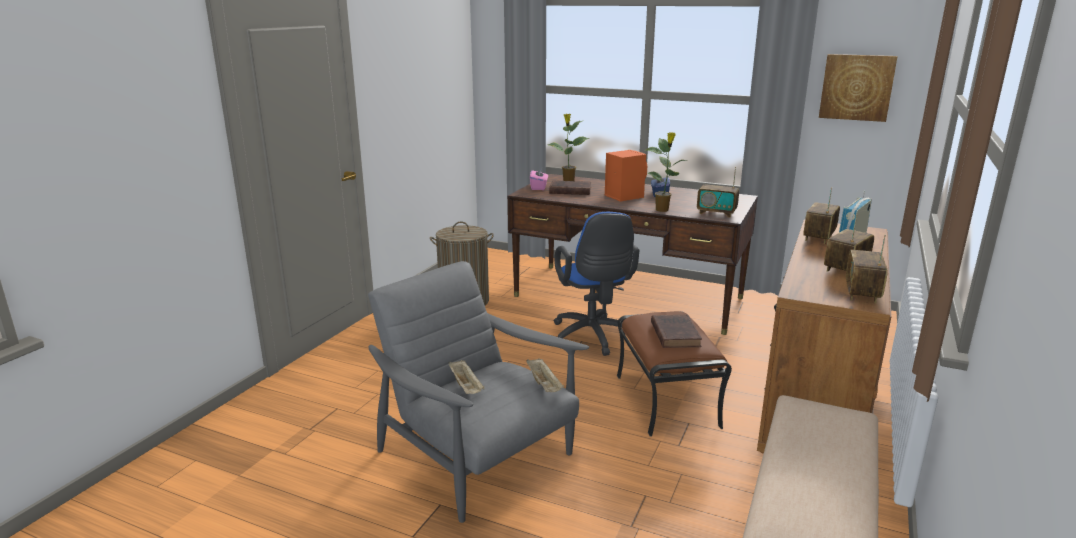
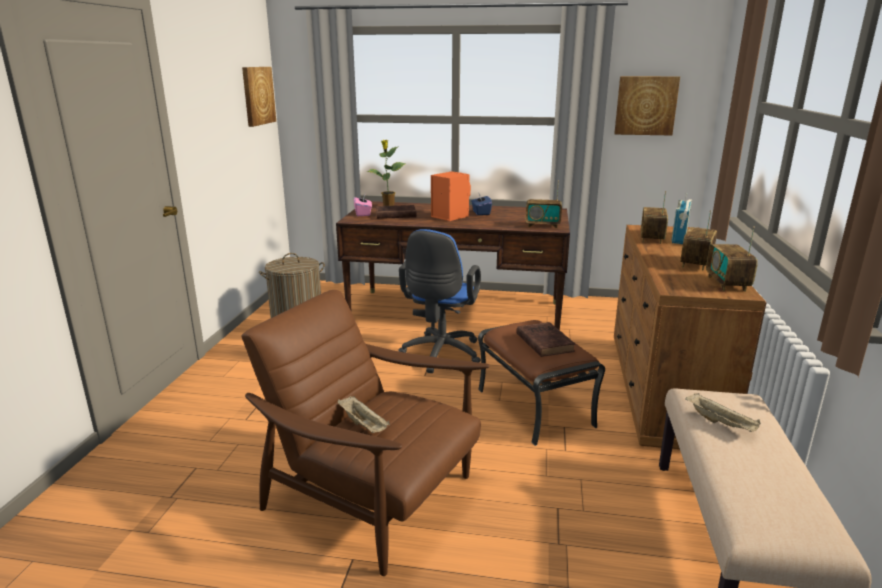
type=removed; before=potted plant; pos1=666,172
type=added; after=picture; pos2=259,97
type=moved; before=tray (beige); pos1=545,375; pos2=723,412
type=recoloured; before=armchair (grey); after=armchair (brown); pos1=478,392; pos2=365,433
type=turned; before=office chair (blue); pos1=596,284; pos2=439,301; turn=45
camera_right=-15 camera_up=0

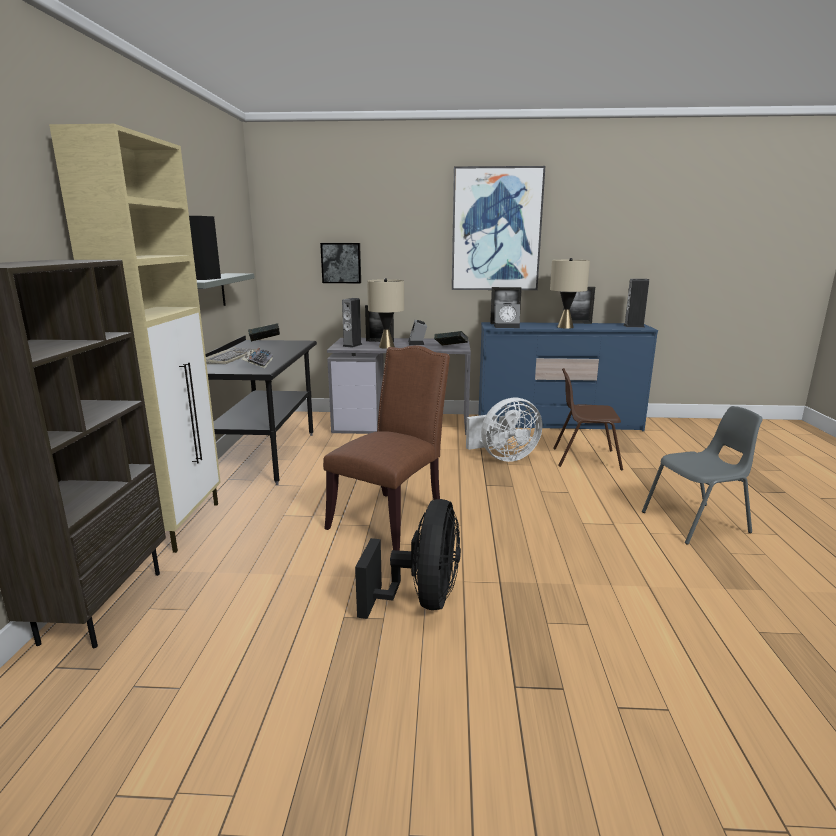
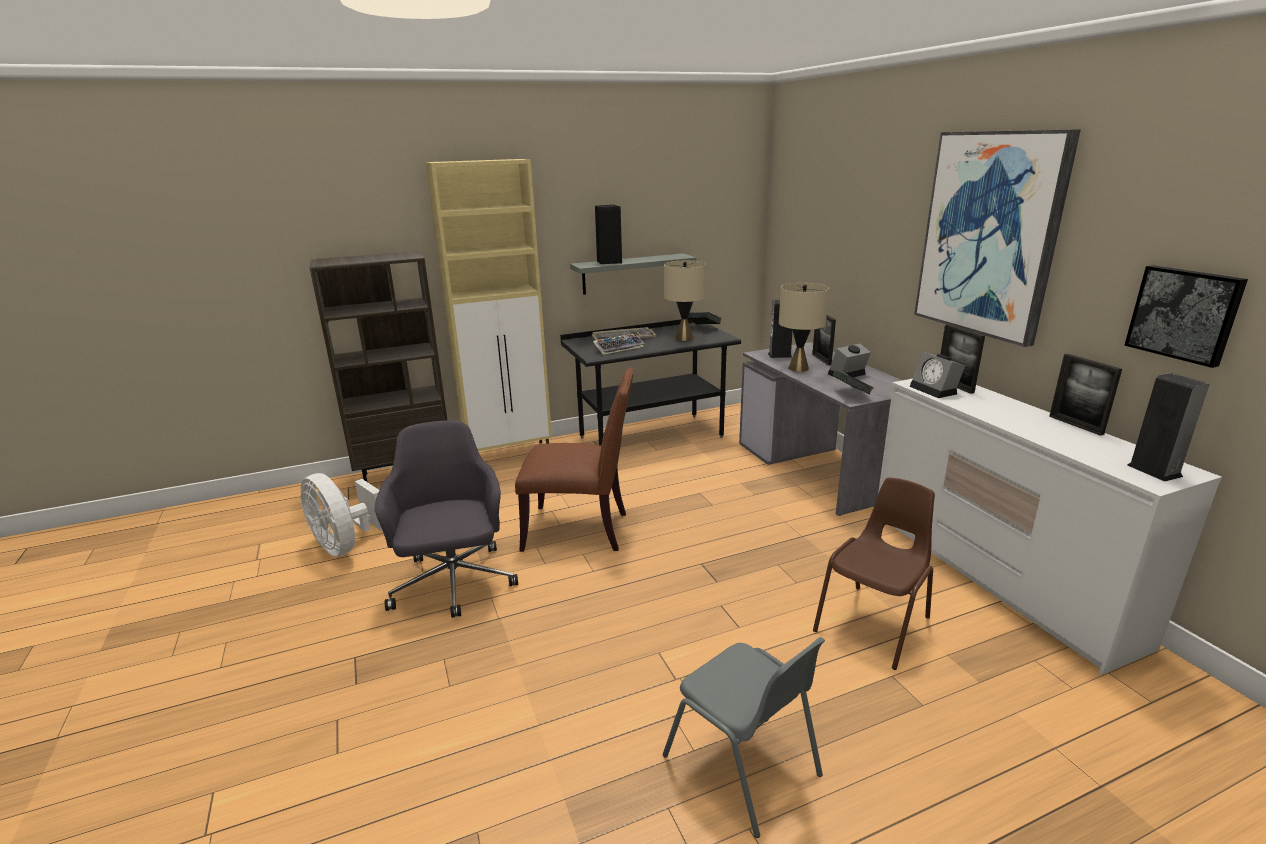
type=moved; before=picture; pos1=340,263; pos2=1186,316
type=moved; before=fan (white); pos1=504,430; pos2=342,515
type=moved; before=table lamp (beige); pos1=570,293; pos2=685,301
type=replaced; before=fan (black); after=office chair (grey); pos1=408,559; pos2=446,519
type=recoloured; before=dresser (blue); after=dresser (white); pos1=568,377; pos2=1050,527
type=turned; before=chair (brown); pos1=588,419; pos2=874,573; turn=60
camera_right=65 camera_up=5

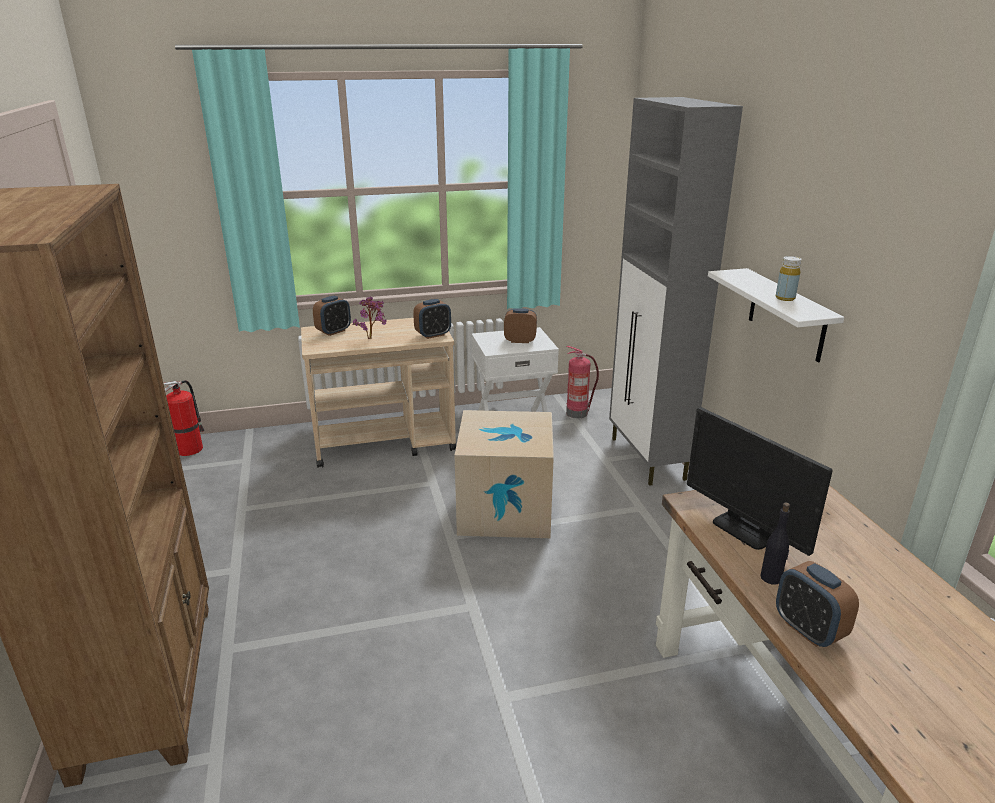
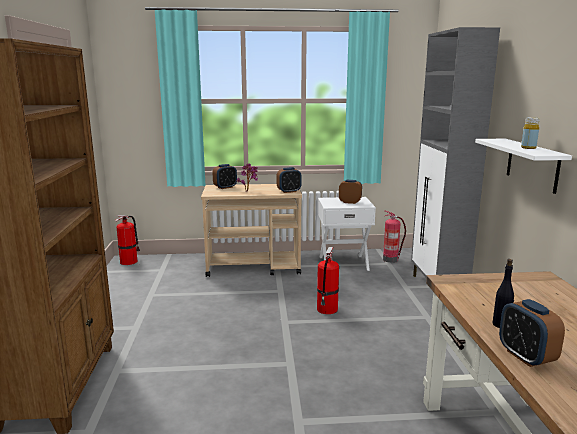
type=removed; before=monitor; pos1=760,481
type=replaced; before=cardboard box; after=fire extinguisher; pos1=504,474; pos2=328,280
camera_right=10 camera_up=-10

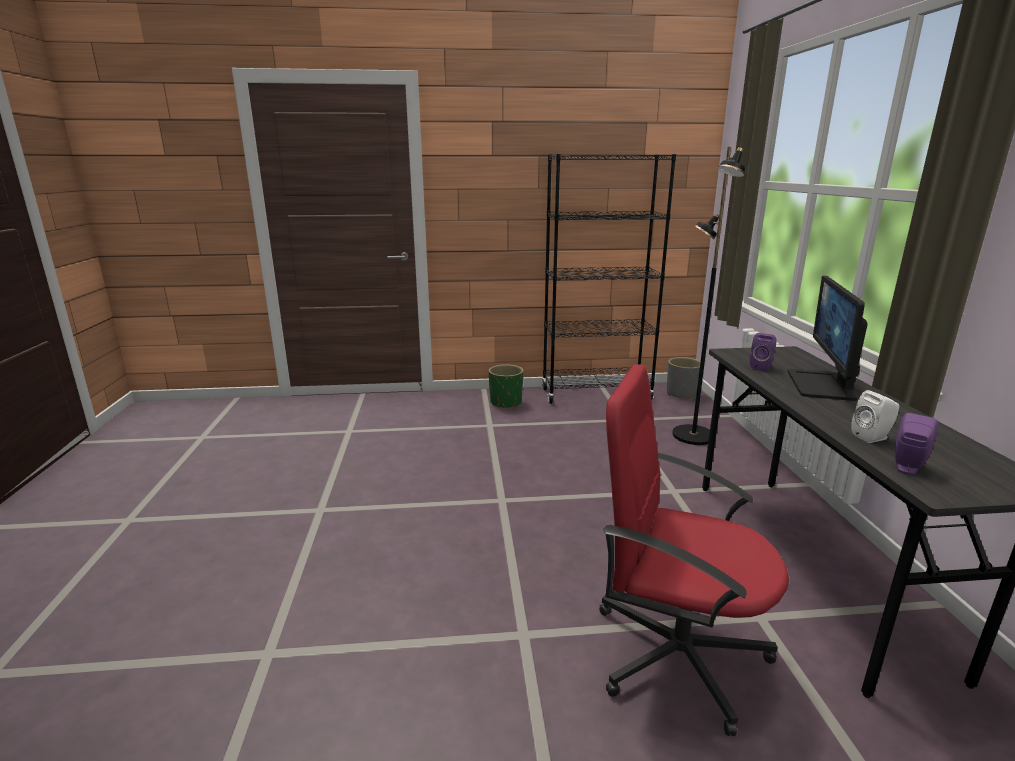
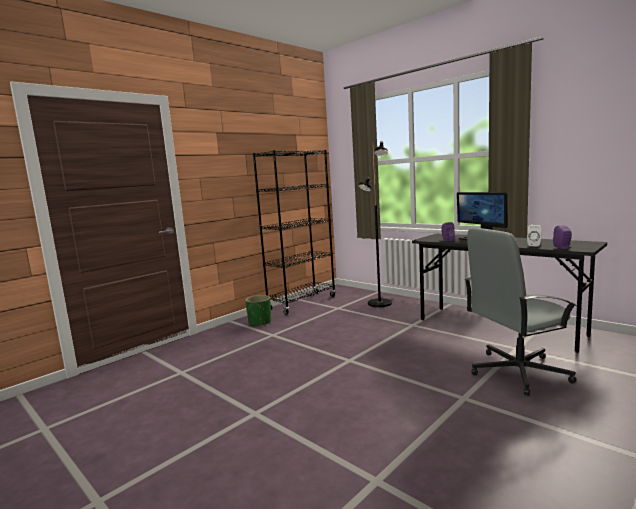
type=removed; before=planter (grey); pos1=684,378
type=recoloured; before=office chair (red); after=office chair (grey); pos1=694,550; pos2=521,312
camera_right=-40 camera_up=-10

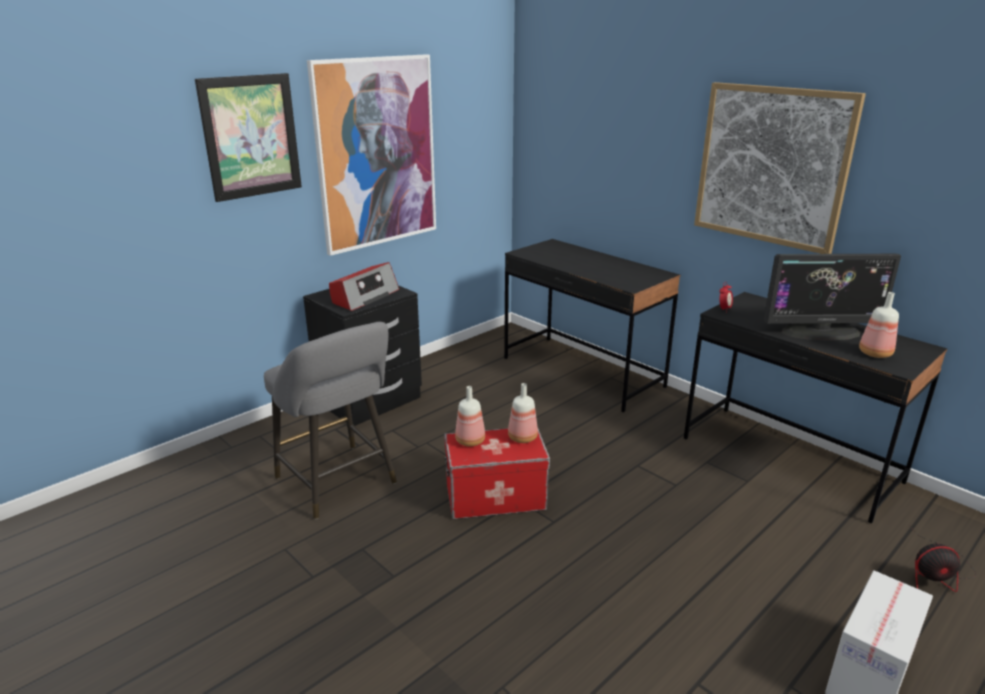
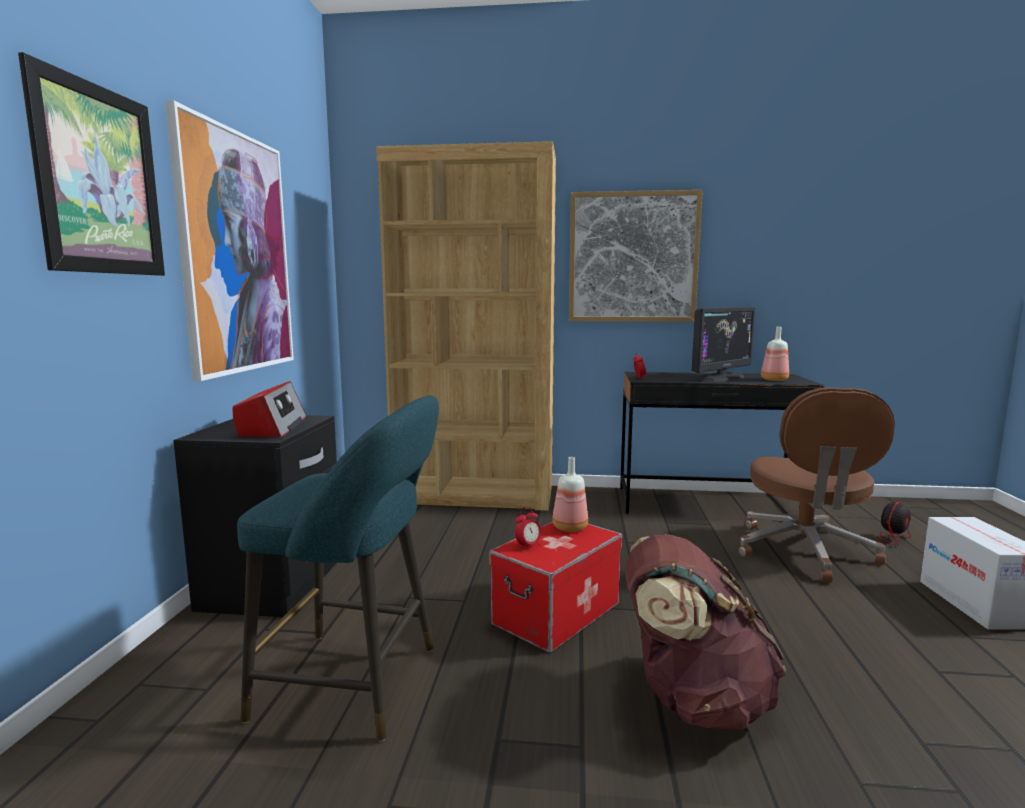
type=added; after=backpack (brown); pos2=705,632
type=added; after=office chair (brown); pos2=817,485
type=replaced; before=bottle; after=alarm clock; pos1=470,416; pos2=528,528
type=replaced; before=desk (black); after=bookcase (brown); pos1=592,325; pos2=466,326
type=recoloured; before=stool (grey); after=stool (turquoise); pos1=330,420; pos2=338,568
camera_right=-40 camera_up=-15

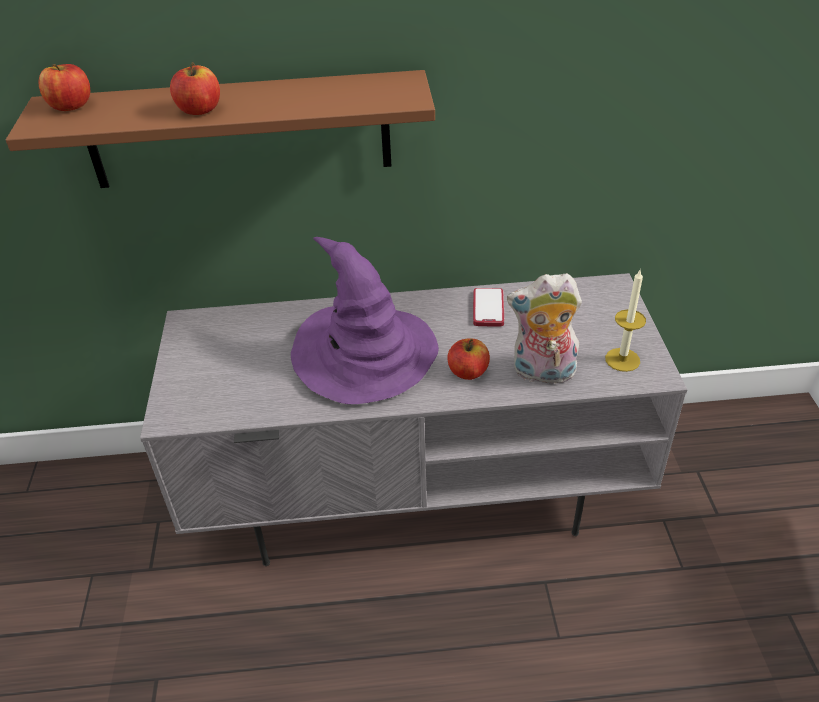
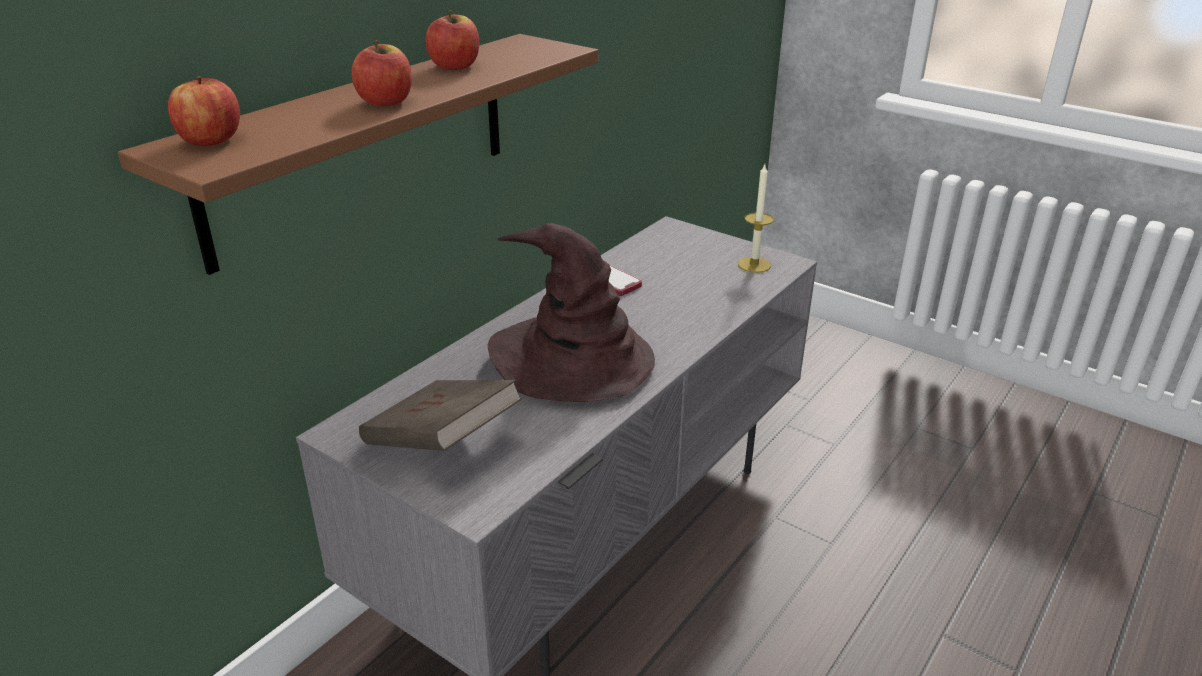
type=removed; before=plush toy; pos1=544,330
type=added; after=book (brown); pos2=440,415
type=moved; before=apple; pos1=468,359; pos2=452,40
type=recoloured; before=hat (purple); after=hat (brown); pos1=365,320; pos2=571,312
camera_right=-50 camera_up=-10

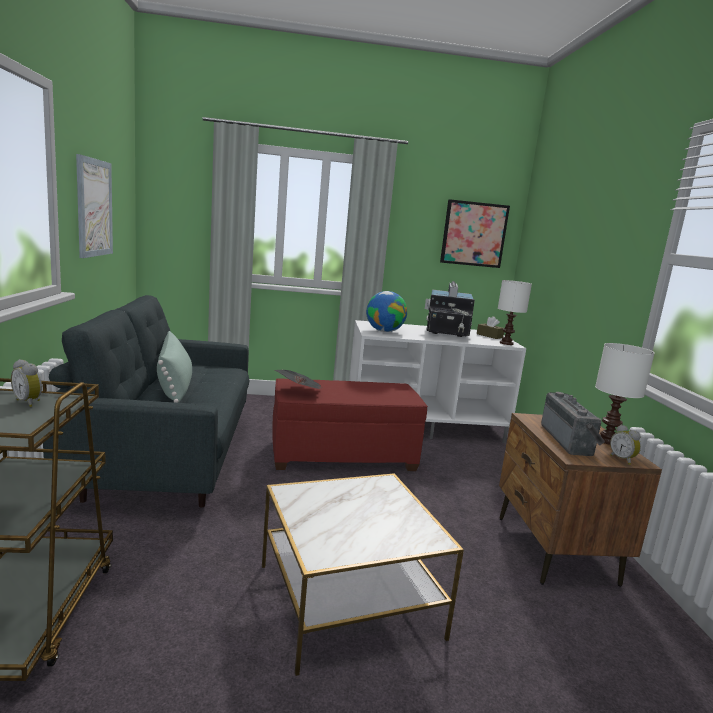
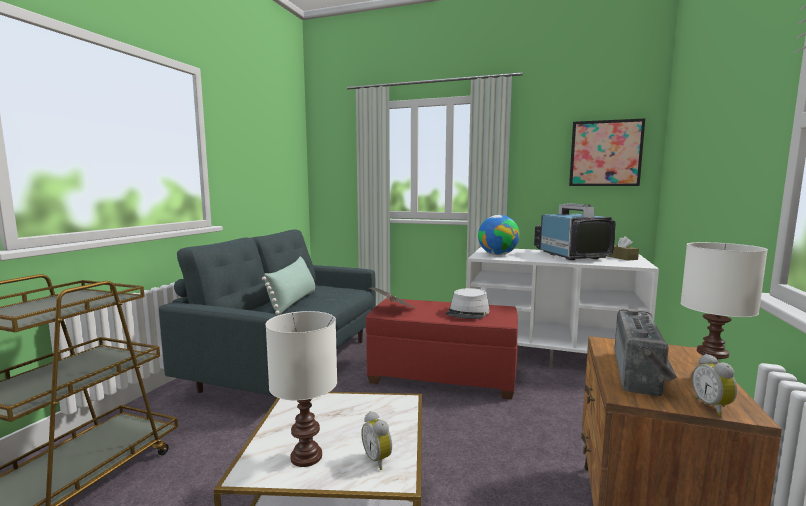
type=removed; before=picture; pos1=94,206
type=added; after=hat (grey); pos2=468,303
type=moved; before=alarm clock; pos1=26,383; pos2=376,440
type=moved; before=table lamp (white); pos1=515,312; pos2=301,389
type=turned; before=television; pos1=450,309; pos2=575,231; turn=135
camera_right=25 camera_up=-5

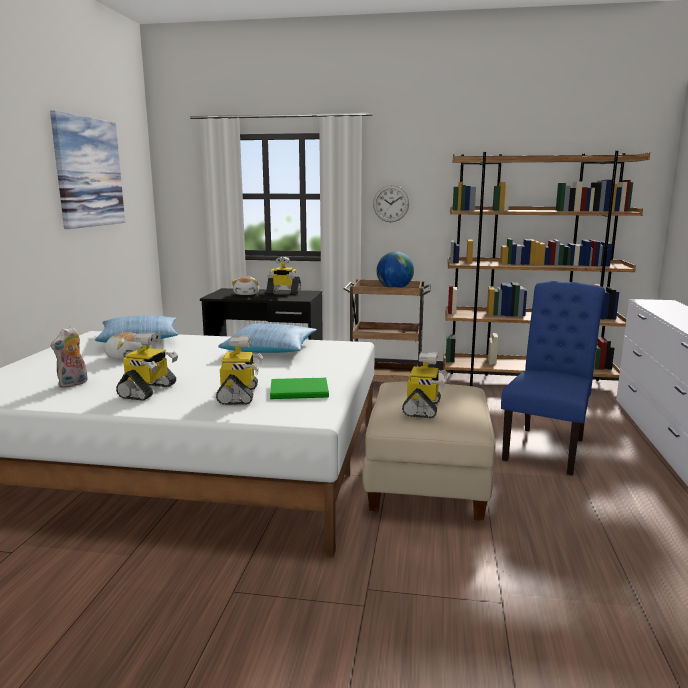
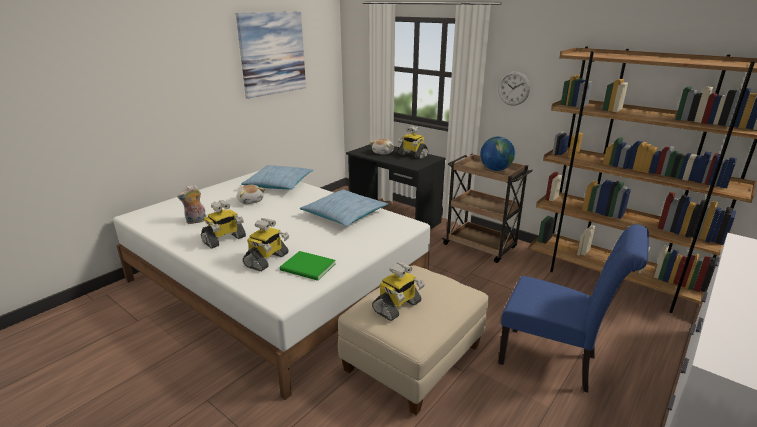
type=turned; before=chair (blue); pos1=553,378; pos2=573,308; turn=60
camera_right=30 camera_up=10

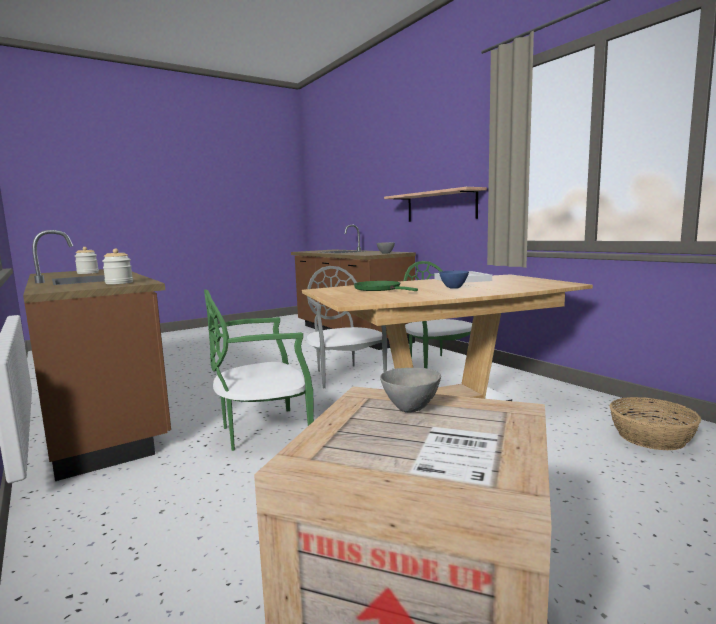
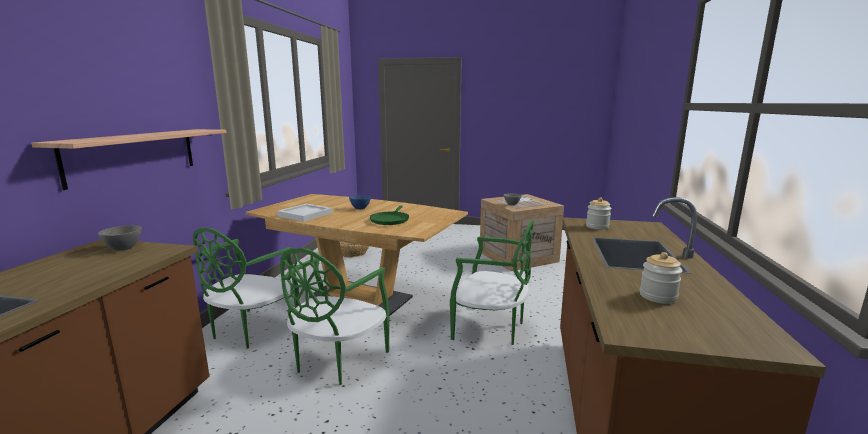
type=recoloured; before=chair (grey); after=chair (green); pos1=346,327; pos2=334,316
camera_right=-135 camera_up=5

